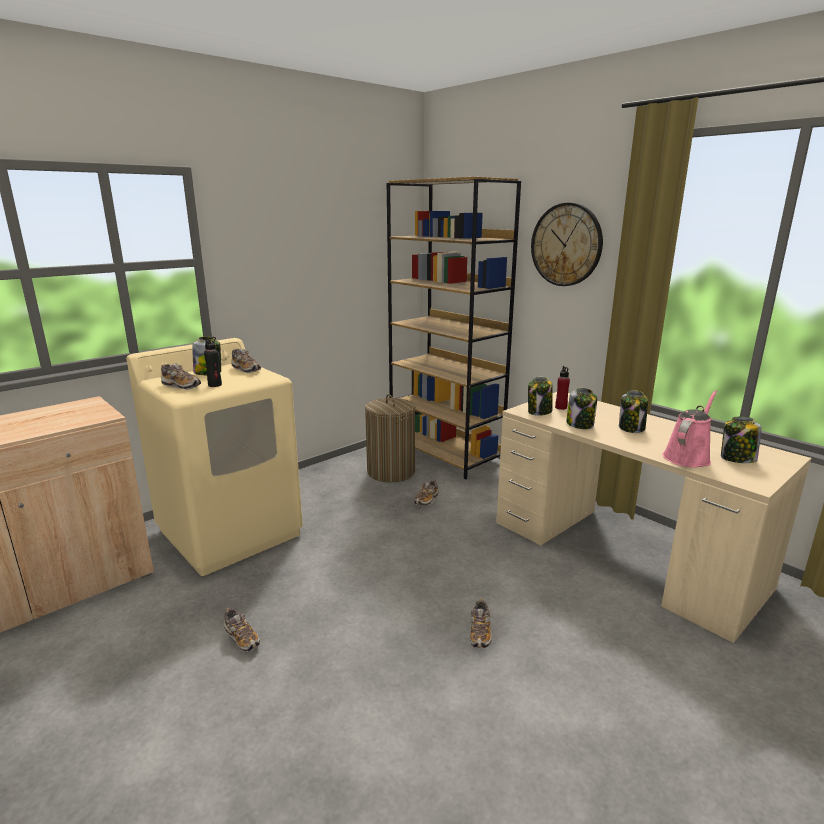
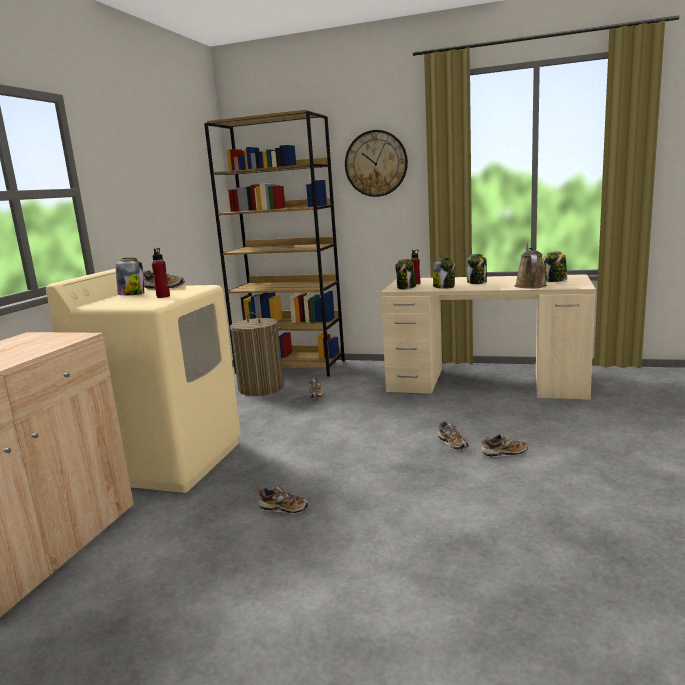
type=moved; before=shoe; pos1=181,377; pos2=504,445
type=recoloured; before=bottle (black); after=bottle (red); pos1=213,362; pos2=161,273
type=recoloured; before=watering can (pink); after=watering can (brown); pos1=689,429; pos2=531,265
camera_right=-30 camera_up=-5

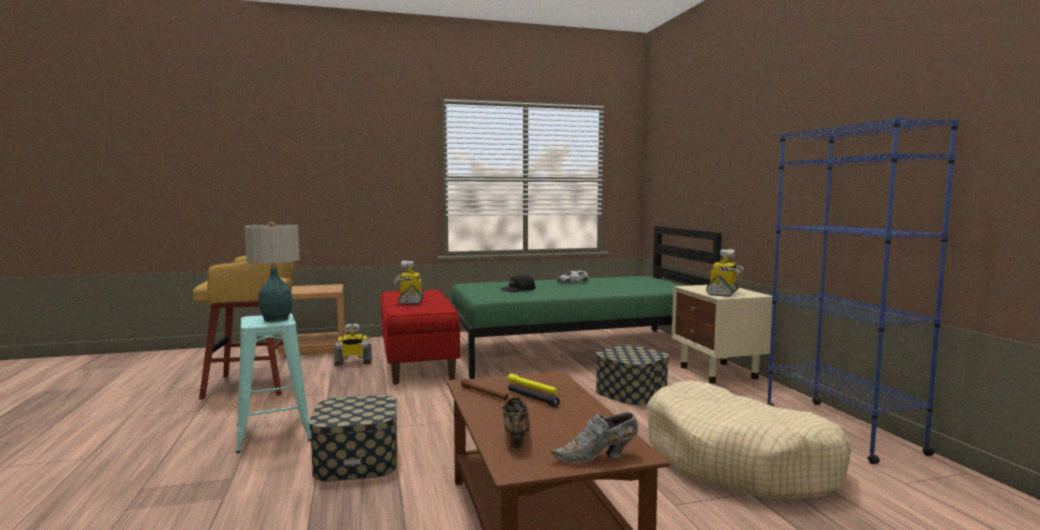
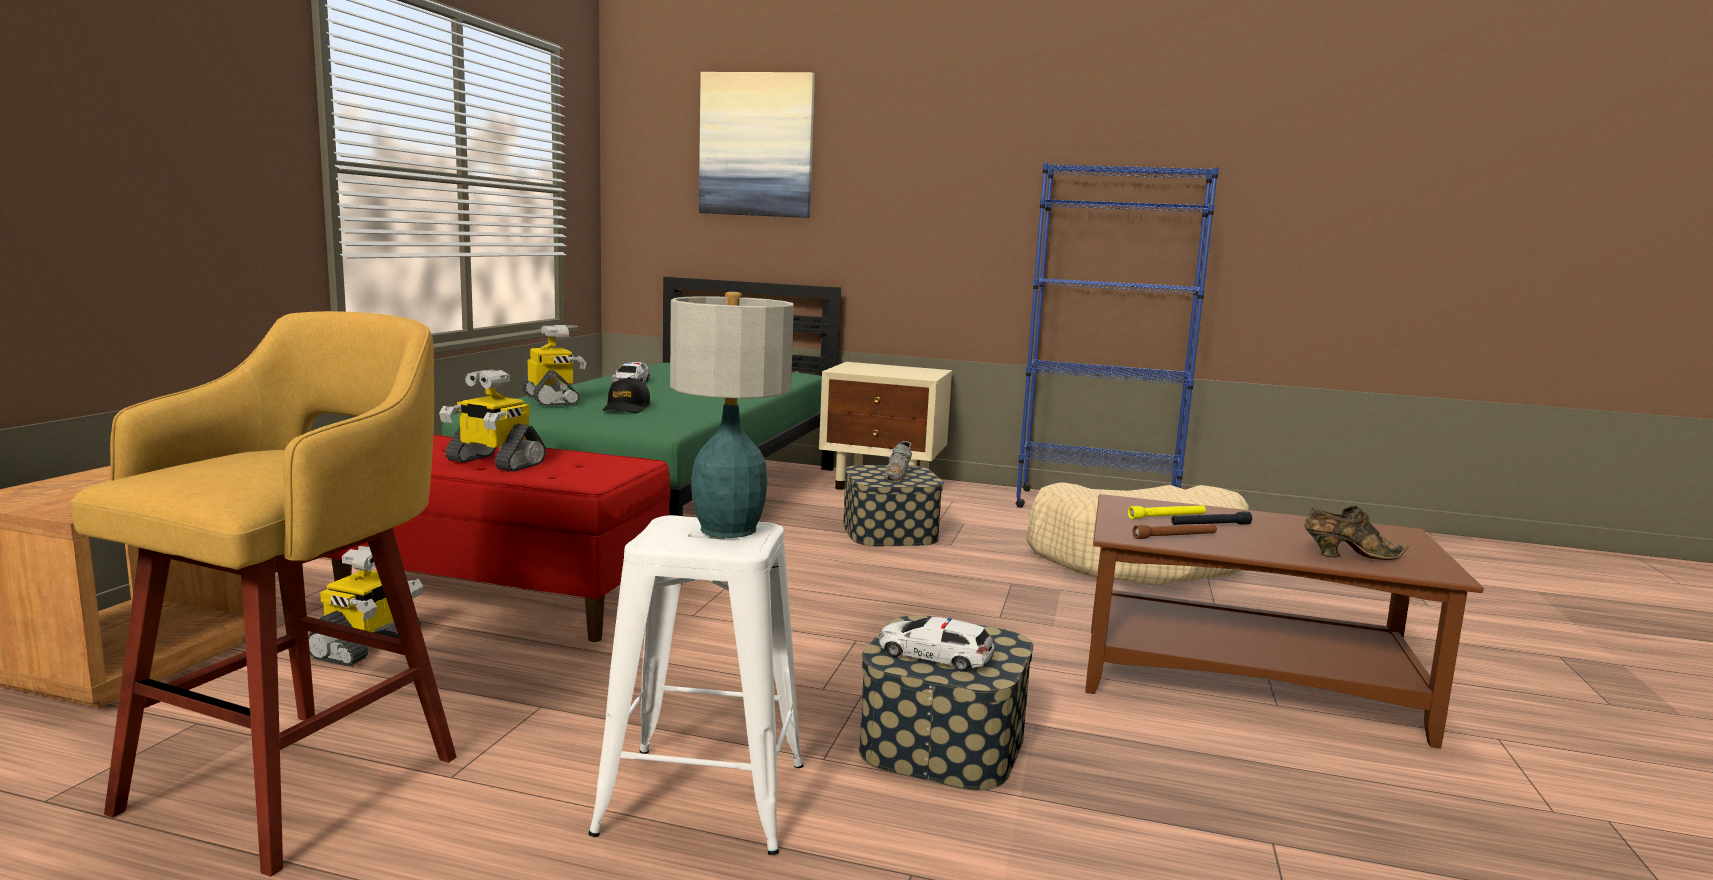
type=added; after=picture; pos2=757,145
type=added; after=toy car; pos2=937,644
type=moved; before=shoe (grey); pos1=594,438; pos2=898,461
type=moved; before=toy robot; pos1=725,273; pos2=554,365
type=recoloured; before=stool (turquoise); after=stool (white); pos1=273,383; pos2=696,685
type=turned; before=shoe (brown); pos1=516,422; pos2=1356,533; turn=150
camera_right=-60 camera_up=5

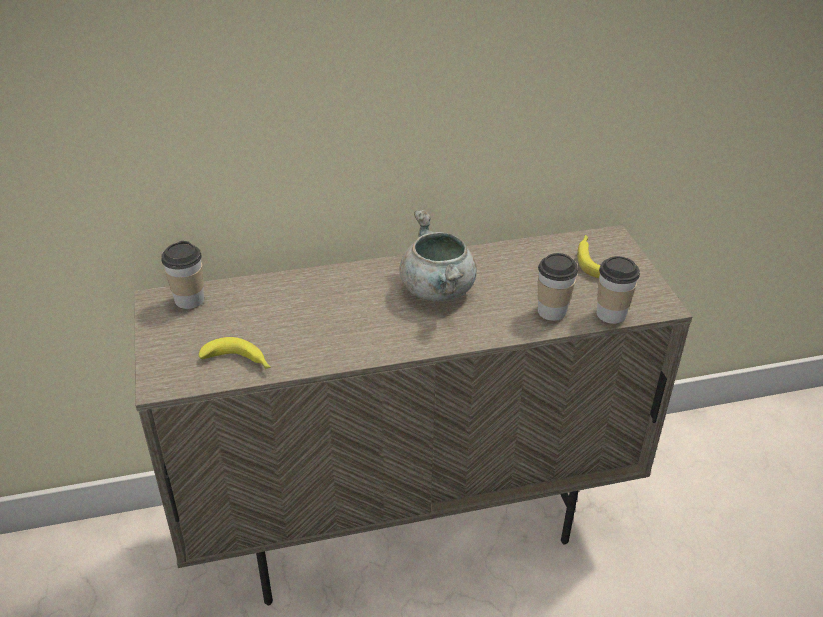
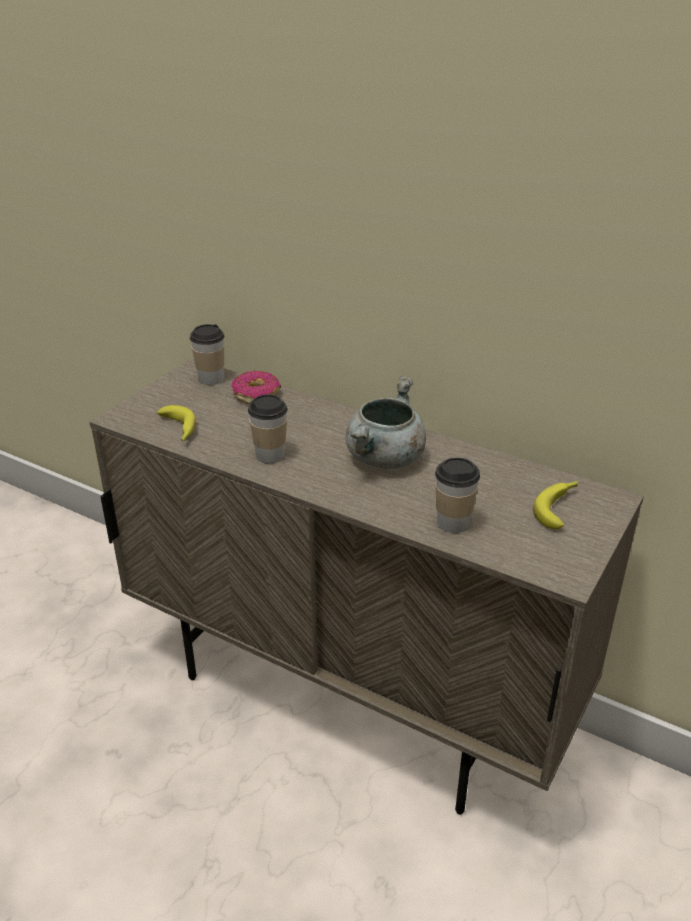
type=added; after=donut; pos2=256,387
type=moved; before=cup; pos1=618,290; pos2=268,429
camera_right=45 camera_up=-5

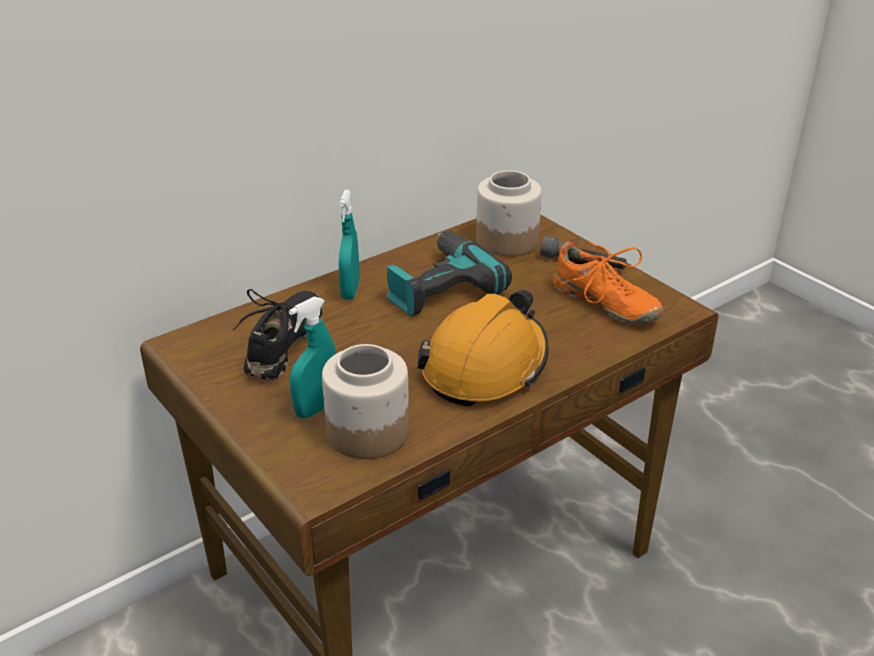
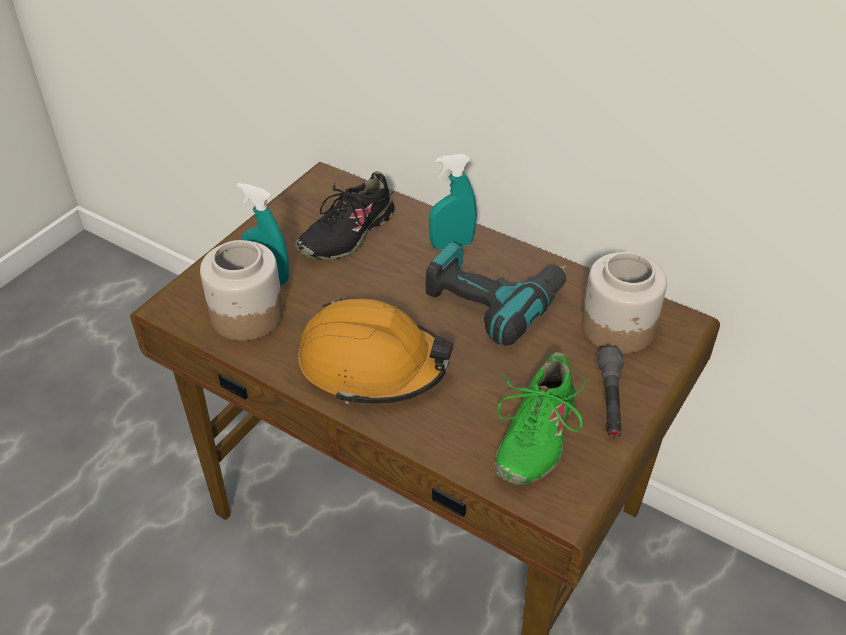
type=recoloured; before=shoe (orange); after=shoe (green); pos1=608,282; pos2=541,418
type=turned; before=shoe (black); pos1=278,334; pos2=345,215; turn=135
camera_right=70 camera_up=10

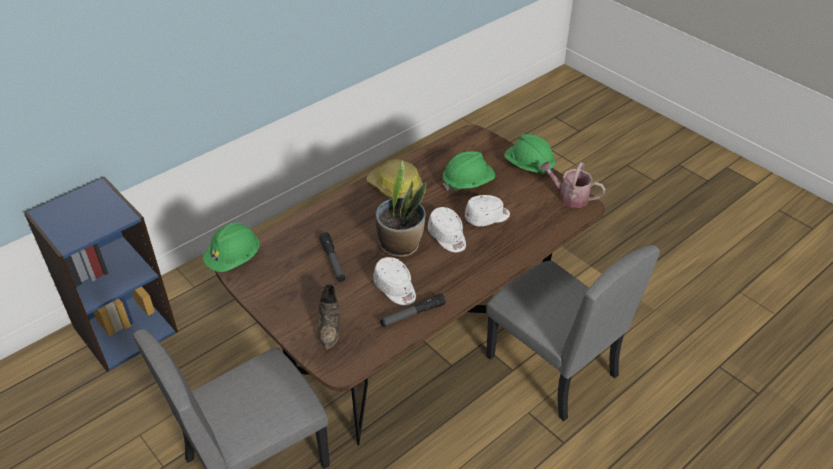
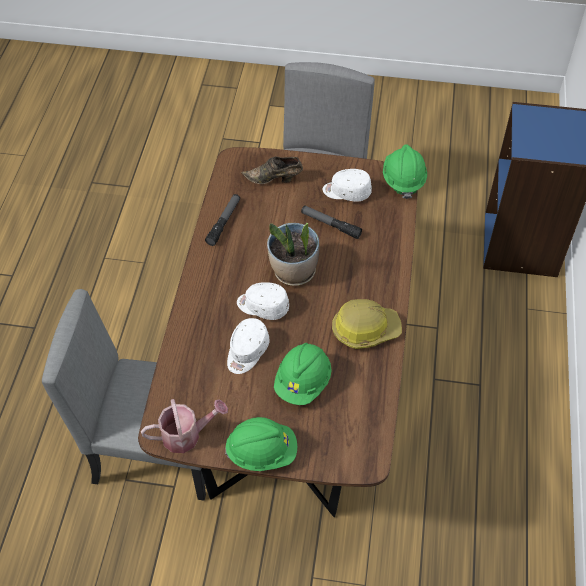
type=moved; before=cap (white); pos1=394,281; pos2=347,185
type=turned; before=shoe (brown); pos1=329,316; pos2=272,170; turn=-45
camera_right=140 camera_up=10

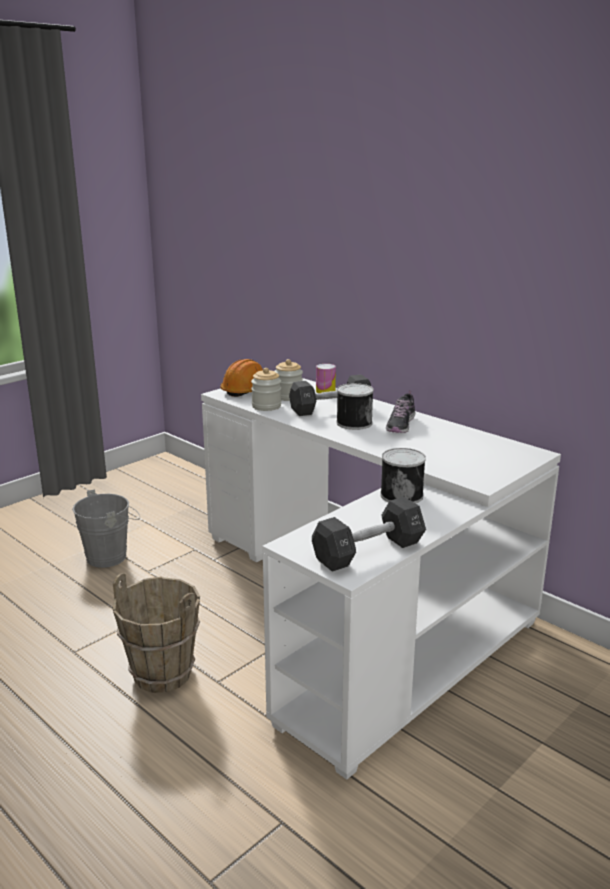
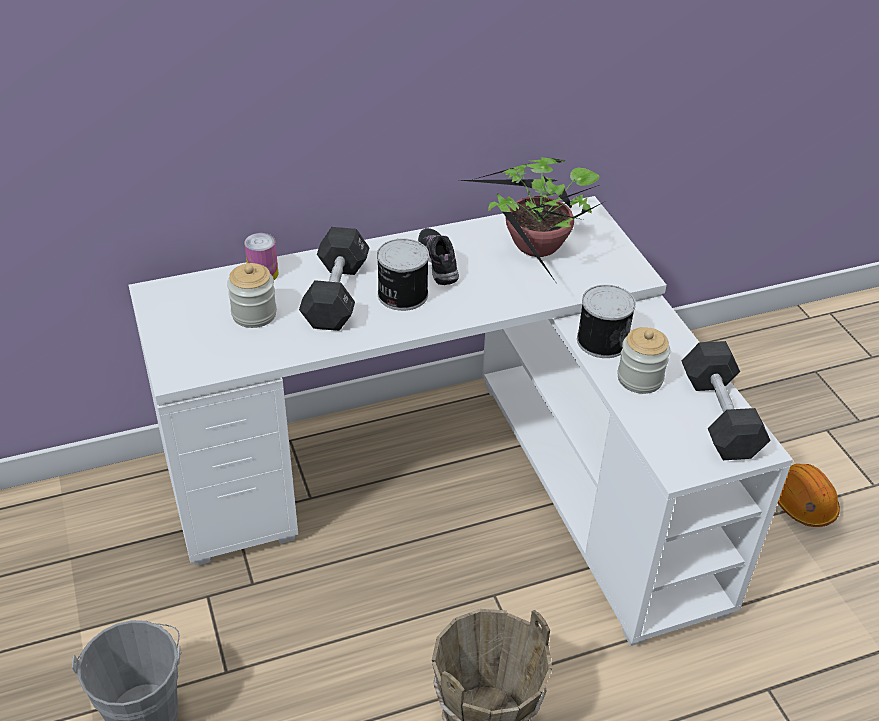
type=added; after=potted plant; pos2=532,219
type=moved; before=hard hat (orange); pos1=241,378; pos2=809,495
type=moved; before=jar; pos1=266,389; pos2=643,360
type=turned; before=shoe; pos1=400,411; pos2=438,256; turn=-150
camera_right=-65 camera_up=20

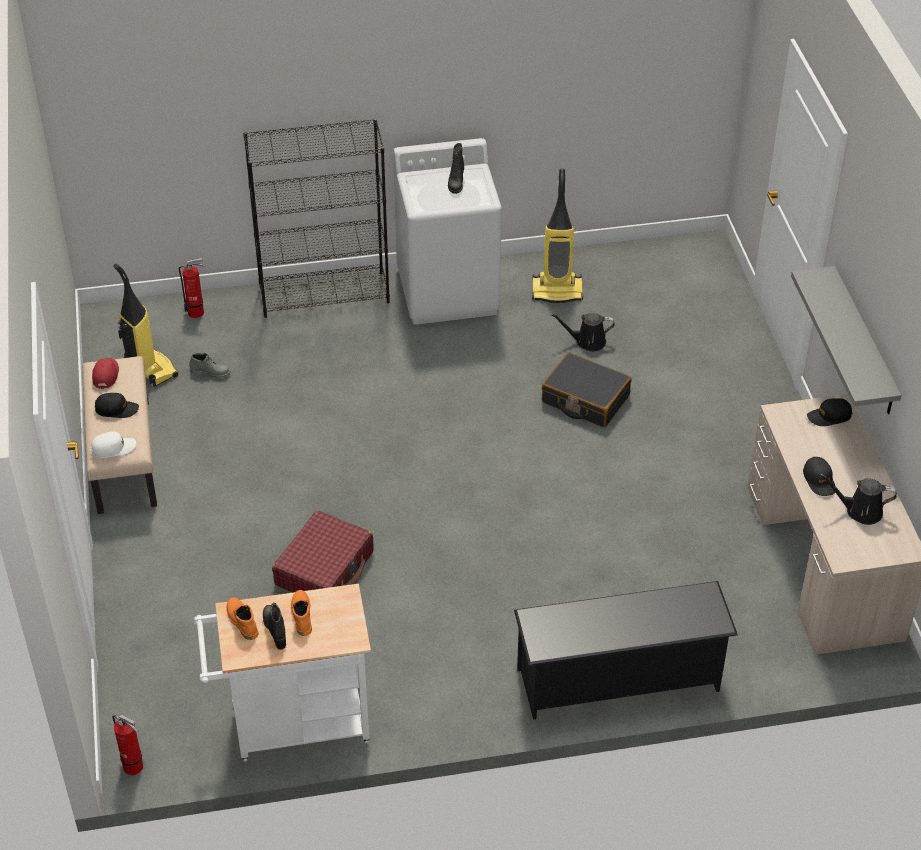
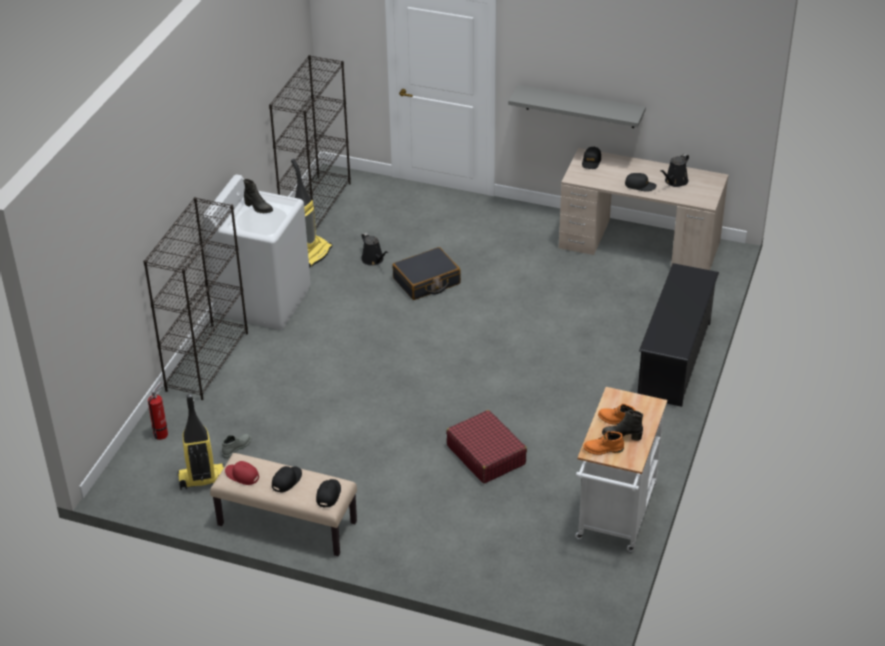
type=removed; before=fire extinguisher; pos1=127,745
type=added; after=bookcase (black); pos2=310,142
type=recoloured; before=cap (white); after=cap (black); pos1=113,444; pos2=328,493
type=turned; before=watering can (black); pos1=583,332; pos2=374,249; turn=-60
camera_right=-60 camera_up=-5

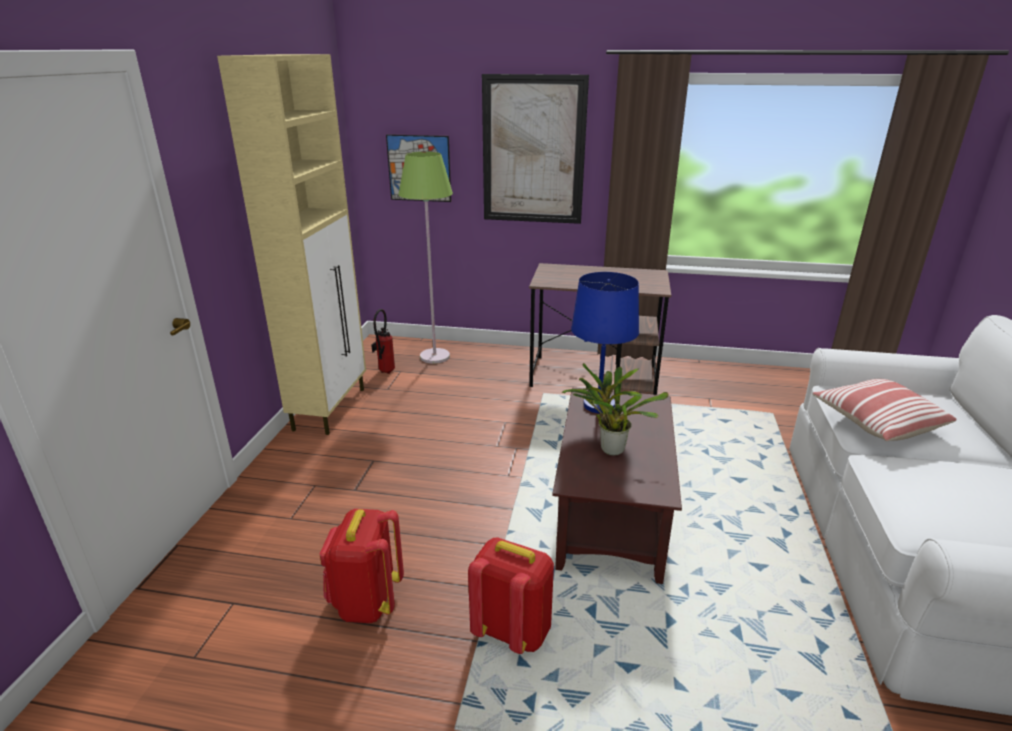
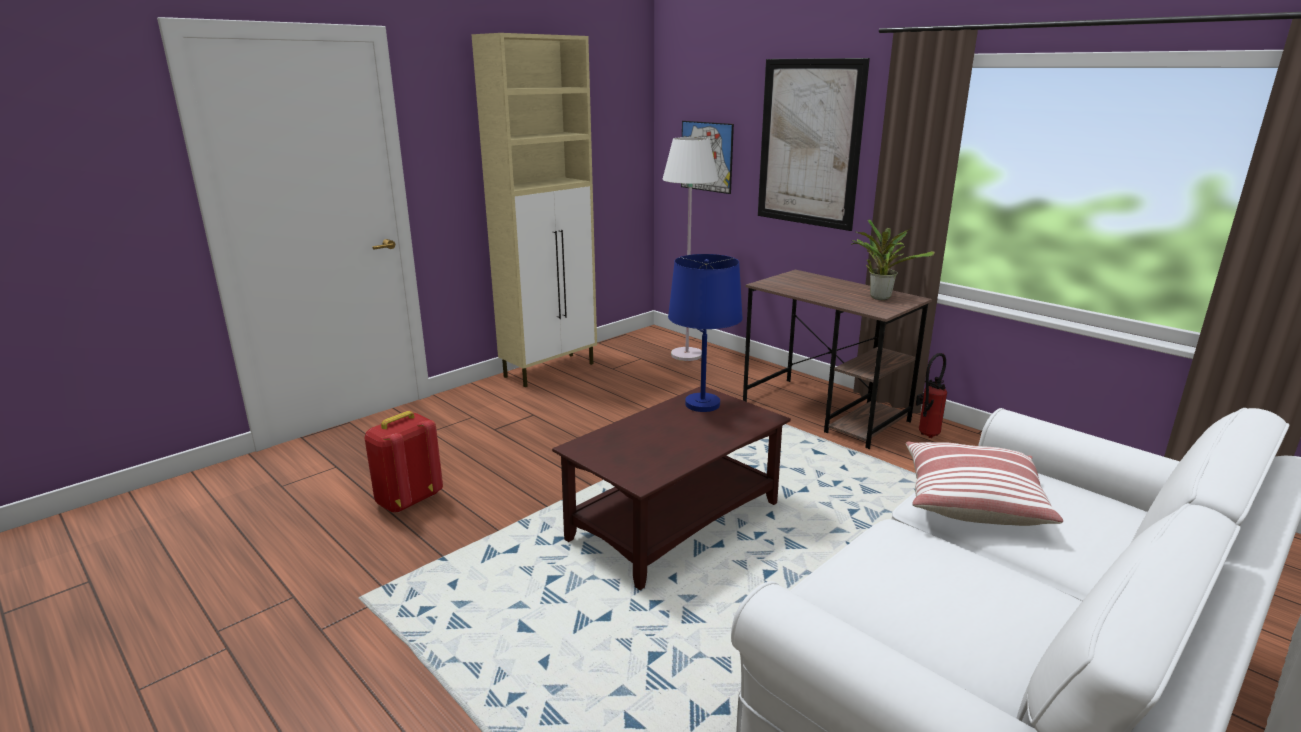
type=removed; before=backpack (red); pos1=511,596
type=moved; before=fire extinguisher; pos1=383,341; pos2=931,395
type=moved; before=potted plant; pos1=615,409; pos2=893,259
type=recoloured; before=floor lamp (green); after=floor lamp (white); pos1=425,258; pos2=690,249
camera_right=35 camera_up=-5

